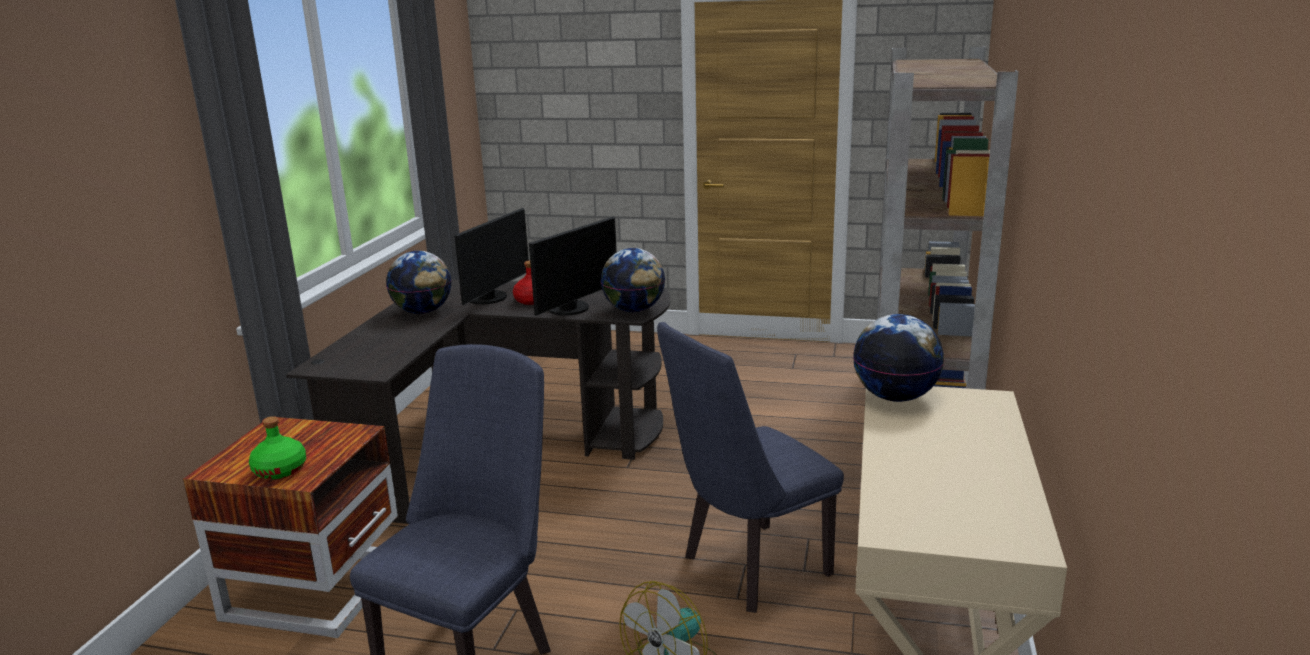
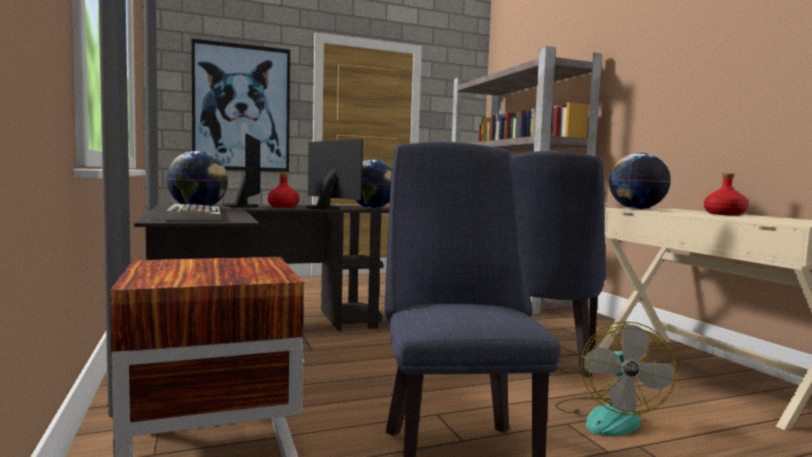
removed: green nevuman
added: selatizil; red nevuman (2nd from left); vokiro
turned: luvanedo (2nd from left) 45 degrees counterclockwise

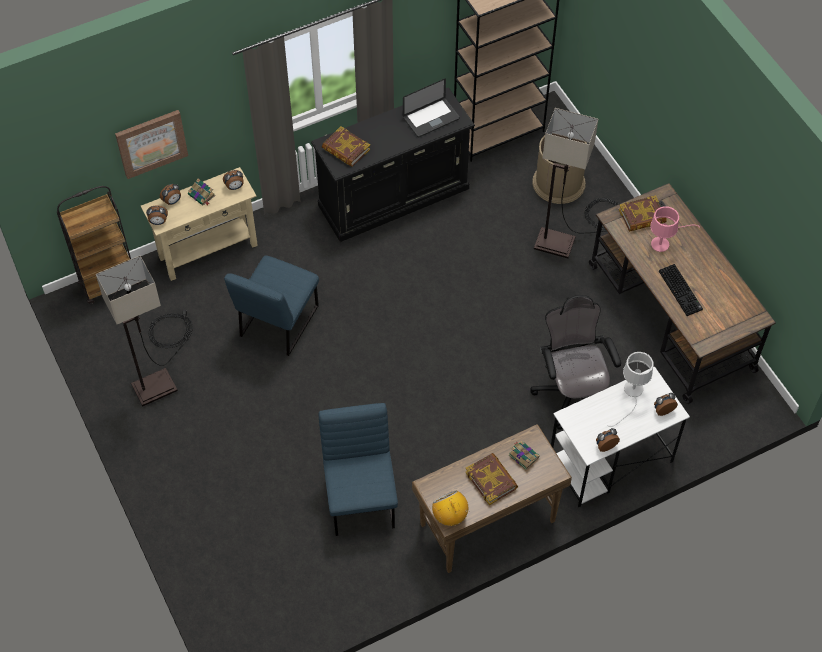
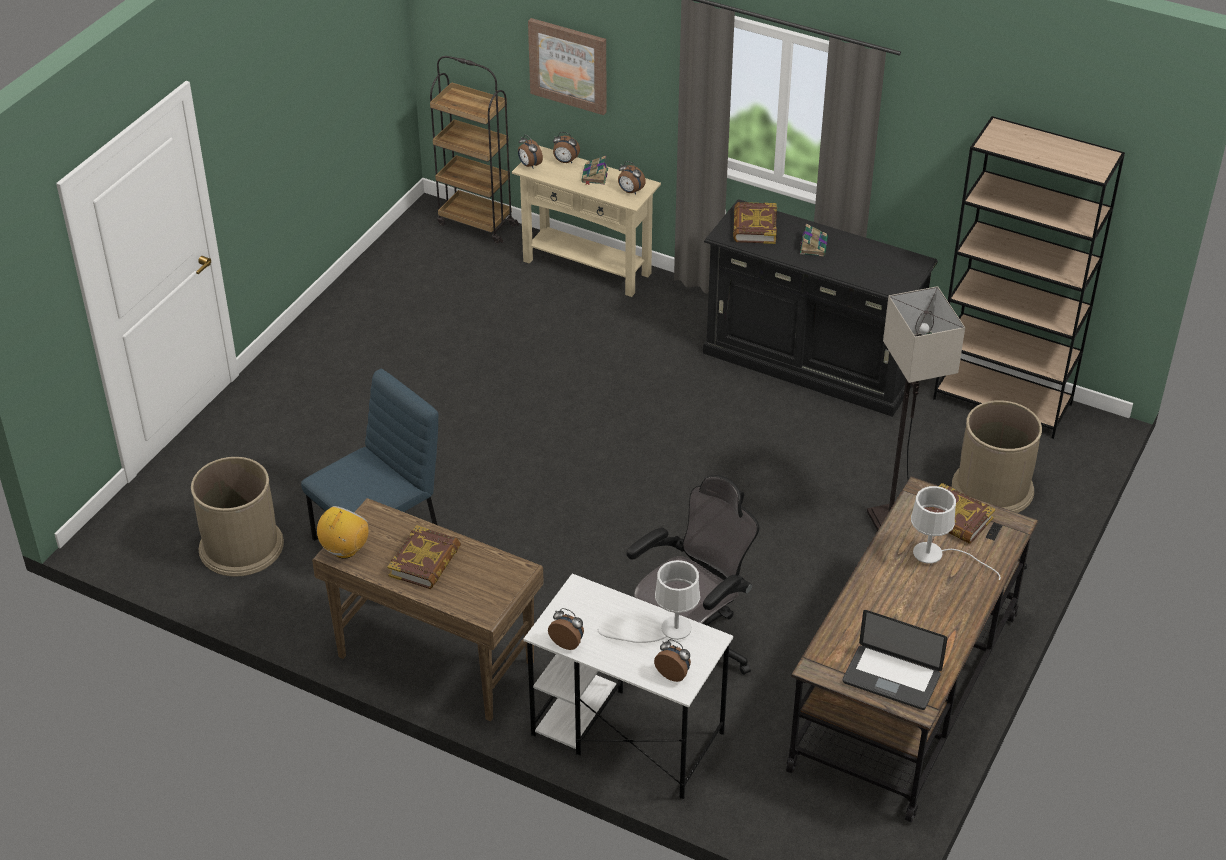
removed: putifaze (1st from left); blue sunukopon (1st from left); vokiro
added: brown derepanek (1st from left)
moved: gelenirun; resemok (4th from left)
recoloured: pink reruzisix to white reruzisix (2nd from left)

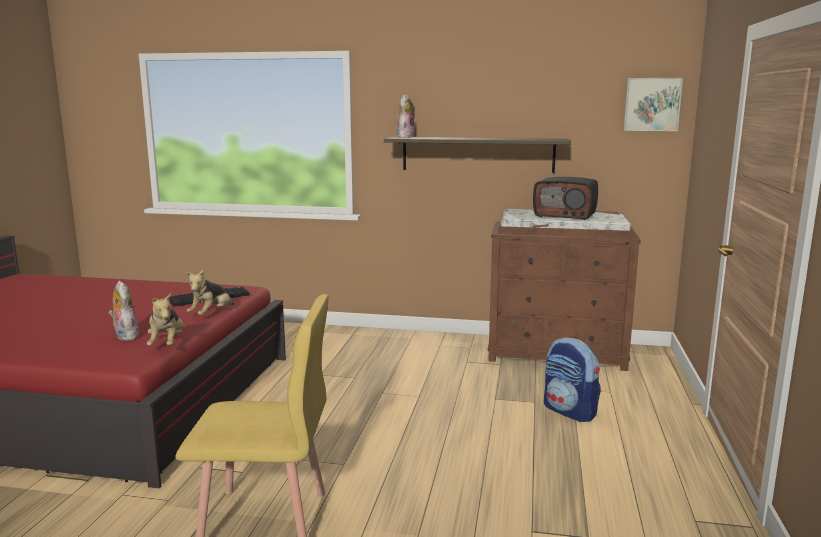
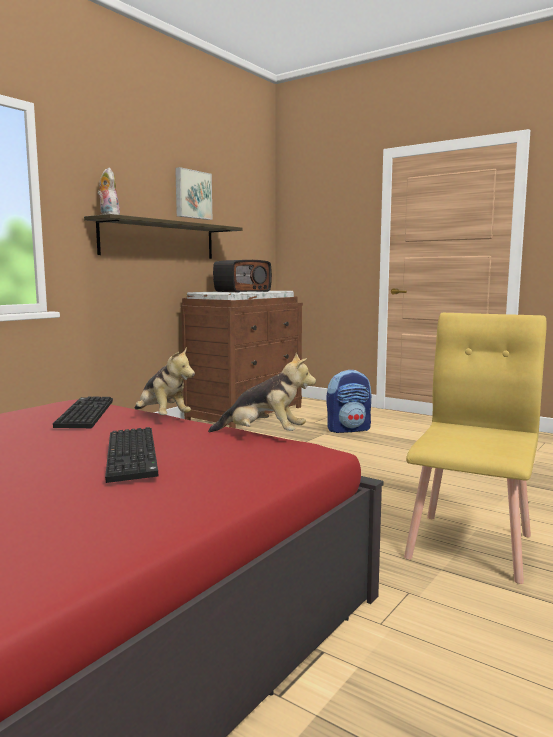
removed: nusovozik (1st from left)
added: vokiro (2nd from left)
moved: selatizil

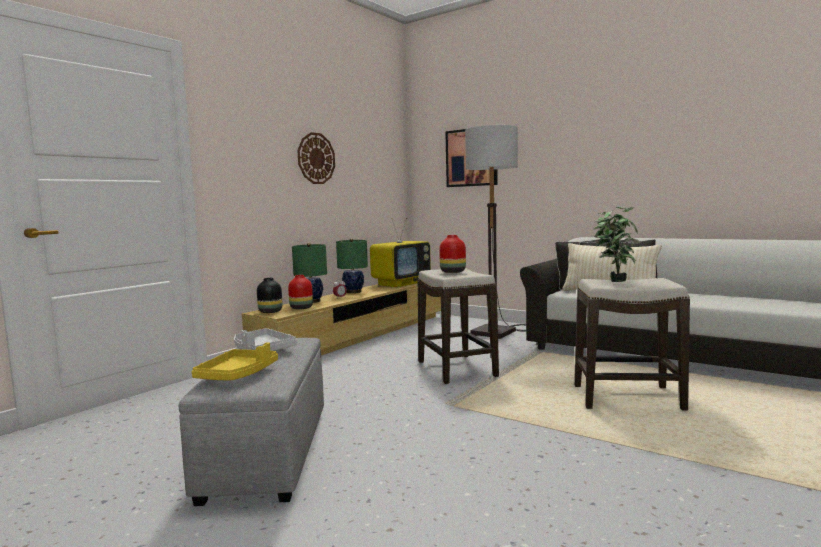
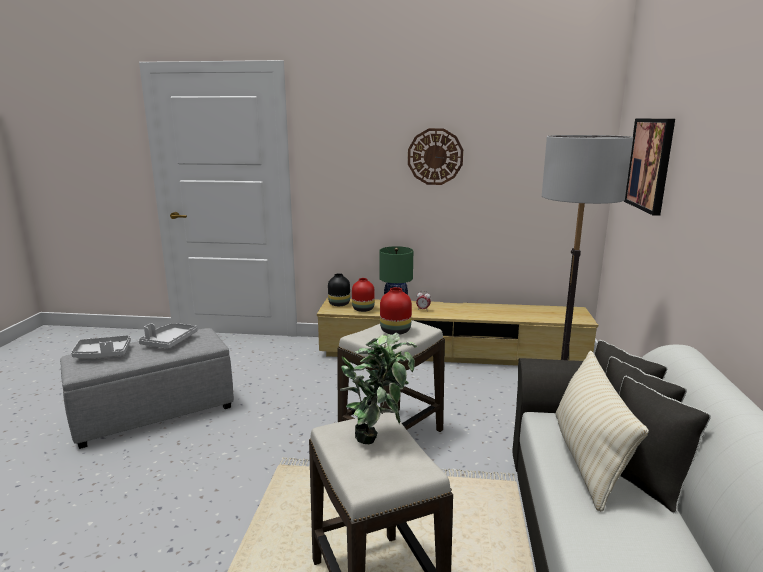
removed: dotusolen; green reruzisix (2nd from left)
recoloured: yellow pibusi to grey pibusi (1st from left)

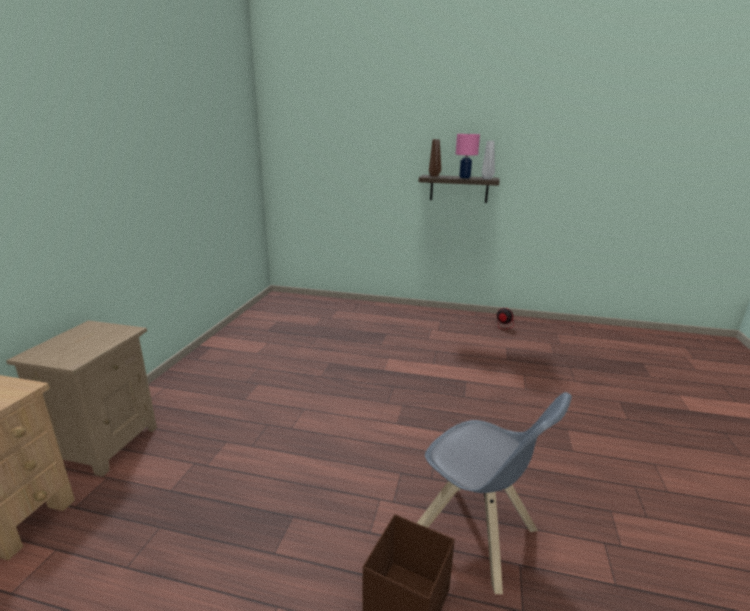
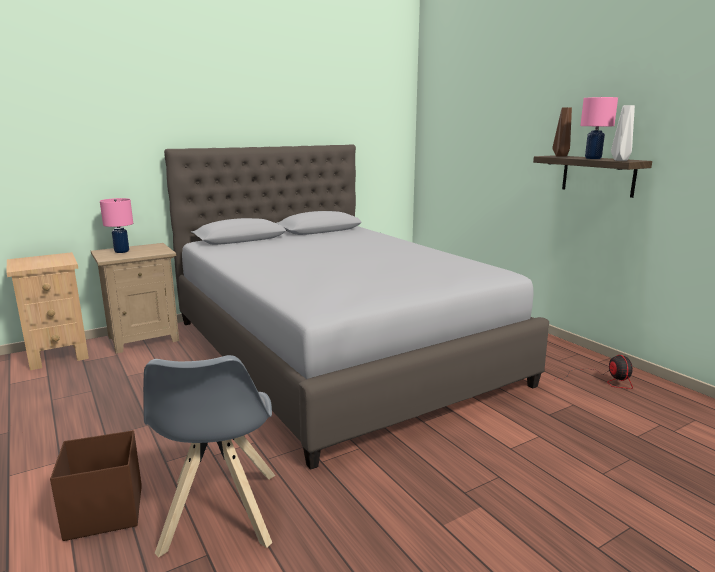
added: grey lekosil; pink reruzisix (1st from left)

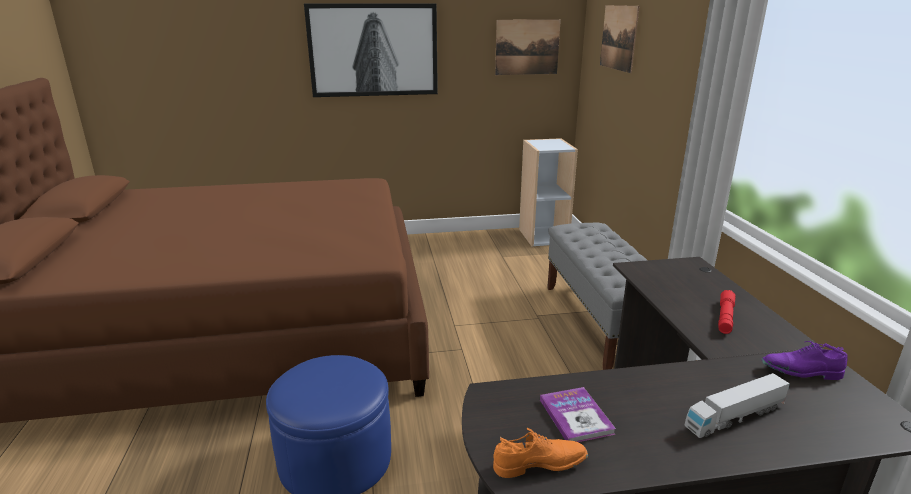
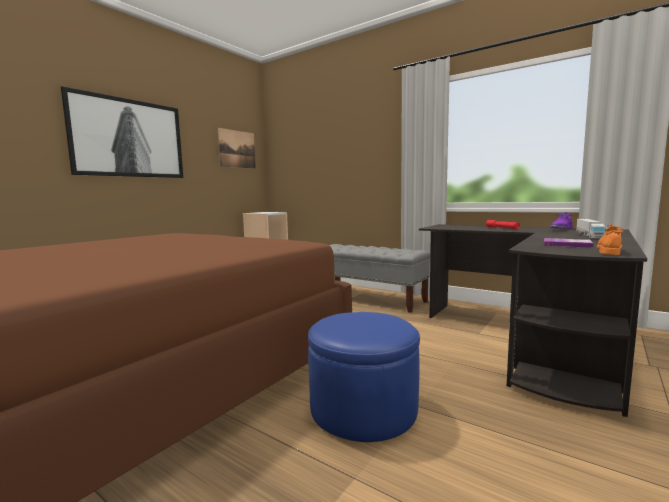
removed: selatizil (3rd from left)

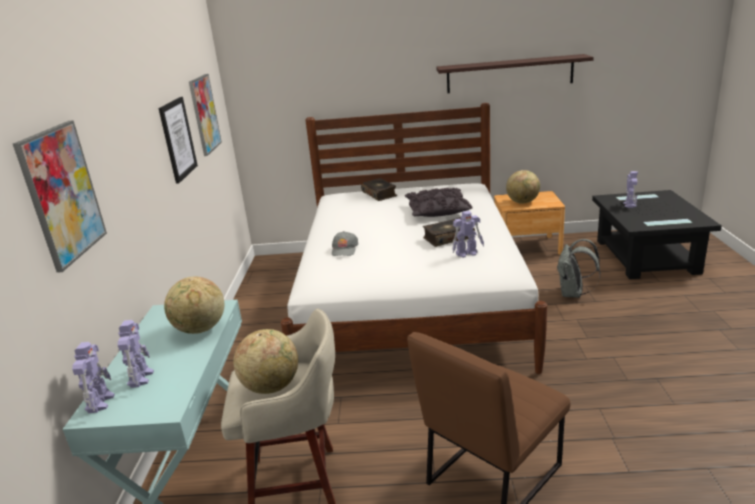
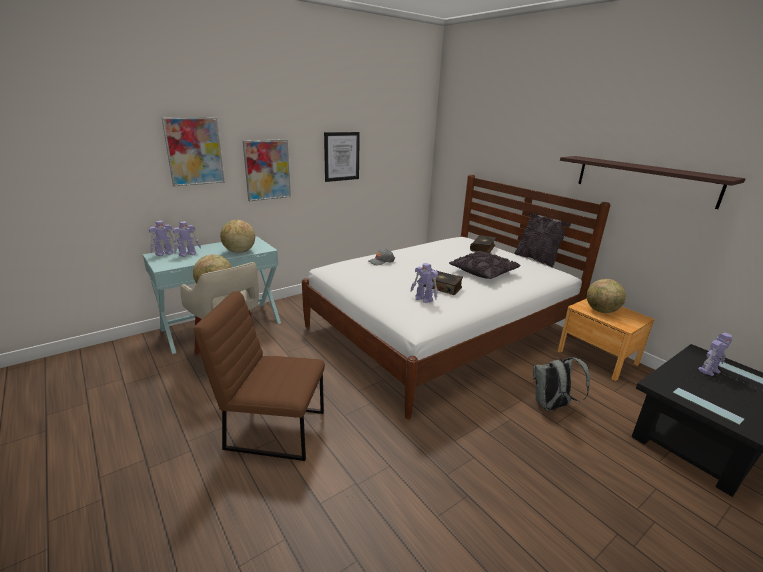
added: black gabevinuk (2nd from left)
moved: selatizil (3rd from left in the first image) to selatizil (2nd from left)

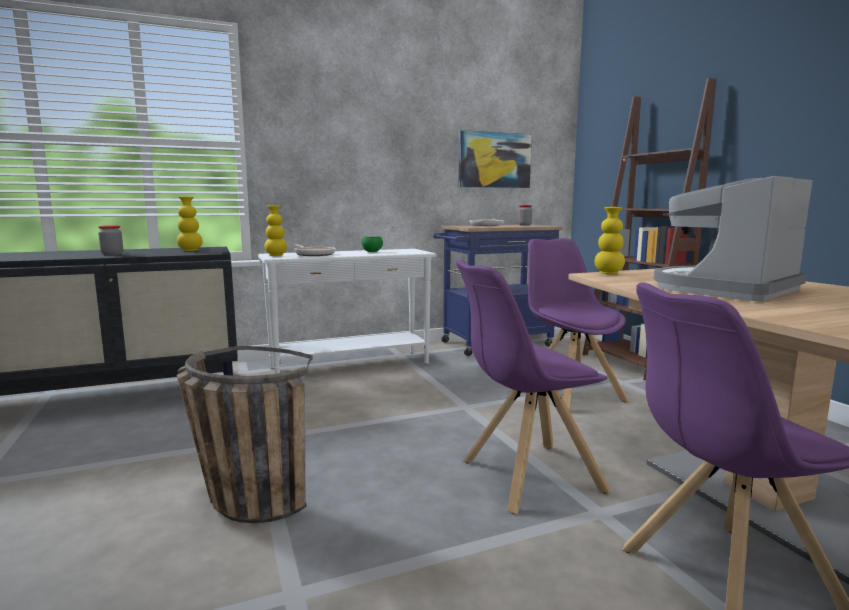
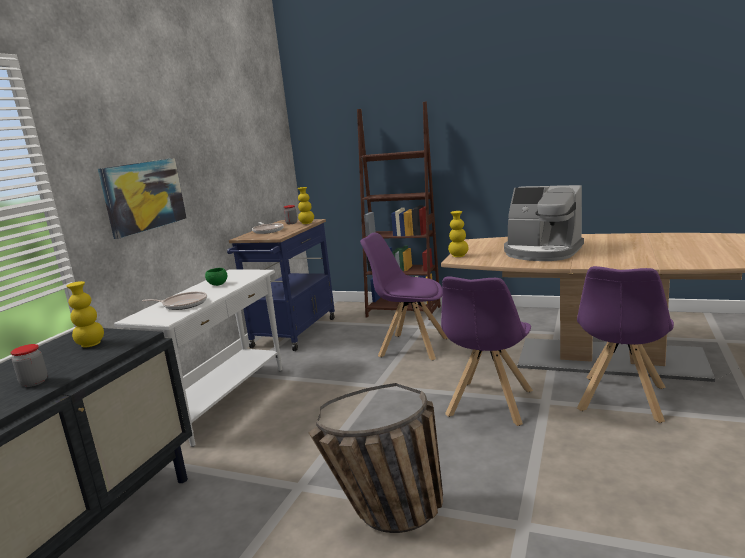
moved: selatizil; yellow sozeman (2nd from left)
turned: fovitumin 60 degrees counterclockwise

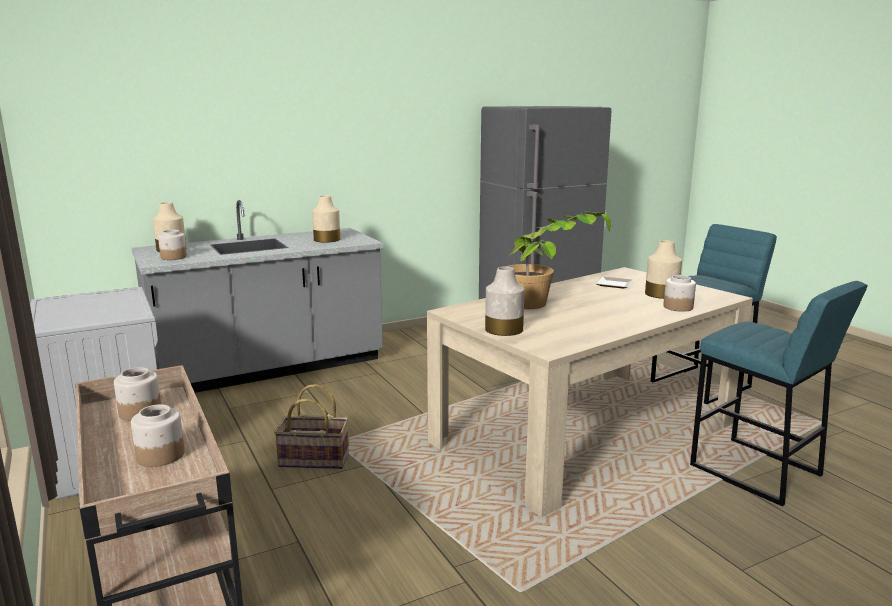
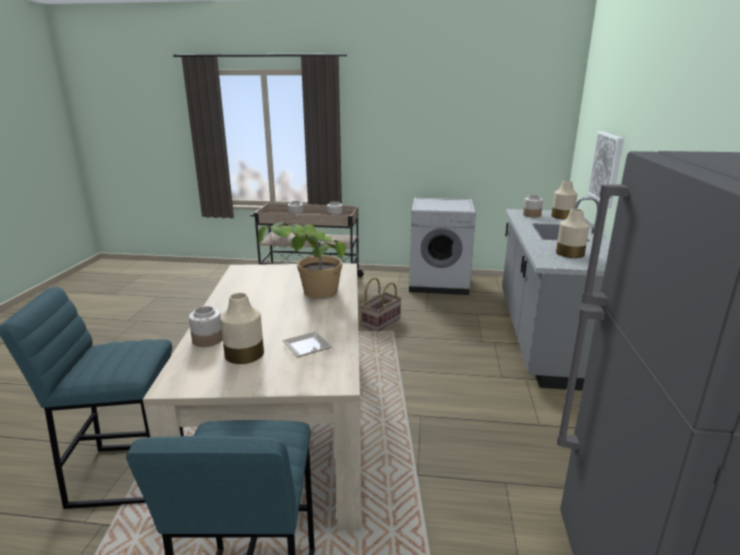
removed: beige sozeman (3rd from left)
added: selatizil

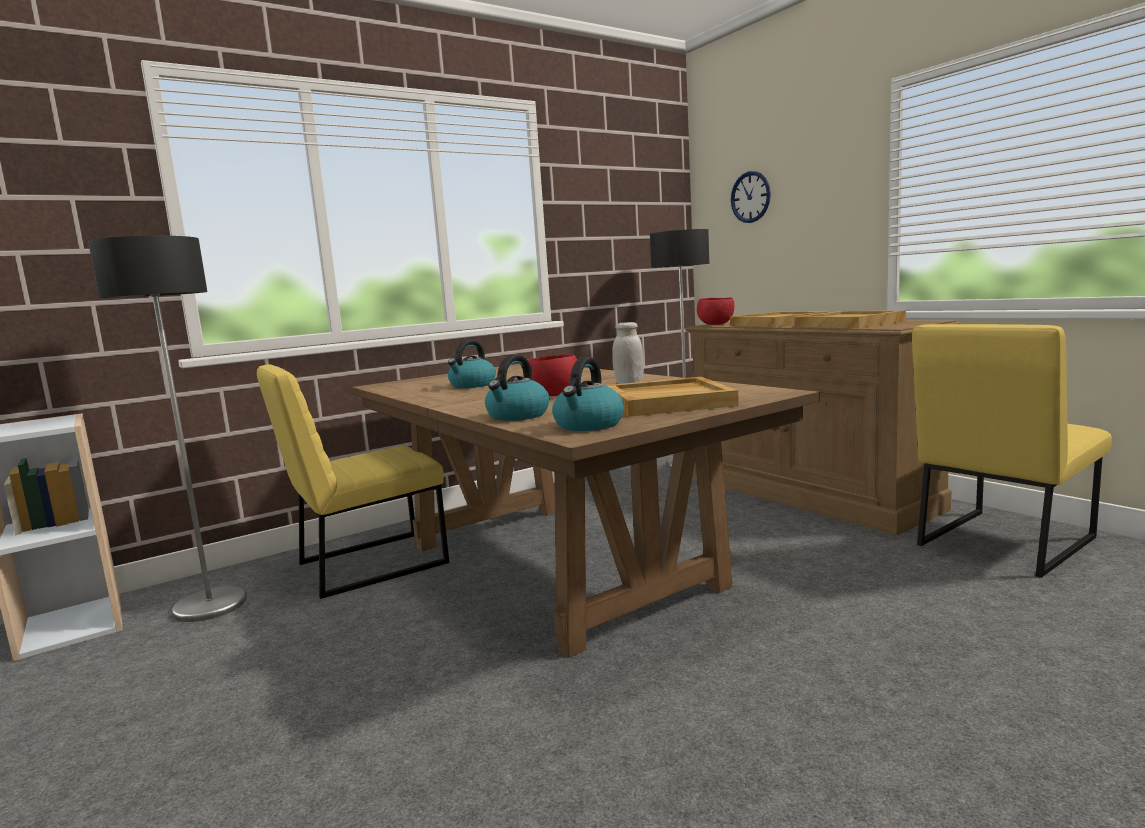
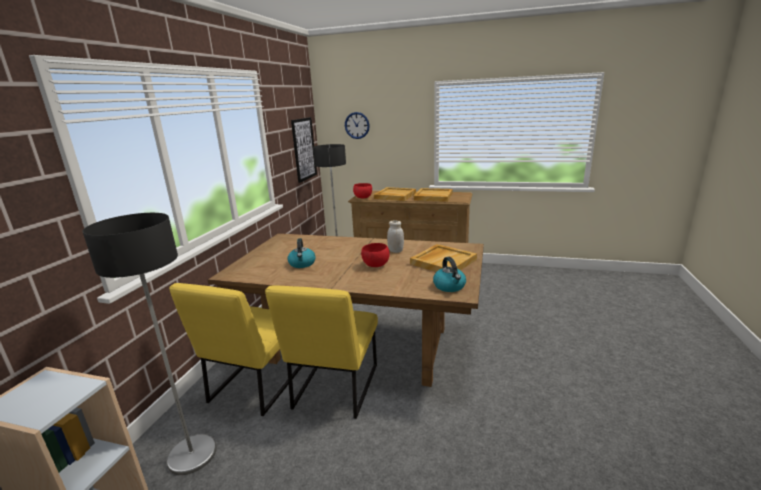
removed: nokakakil (2nd from left)
added: selatizil
moved: yellow sunukopon (2nd from left)

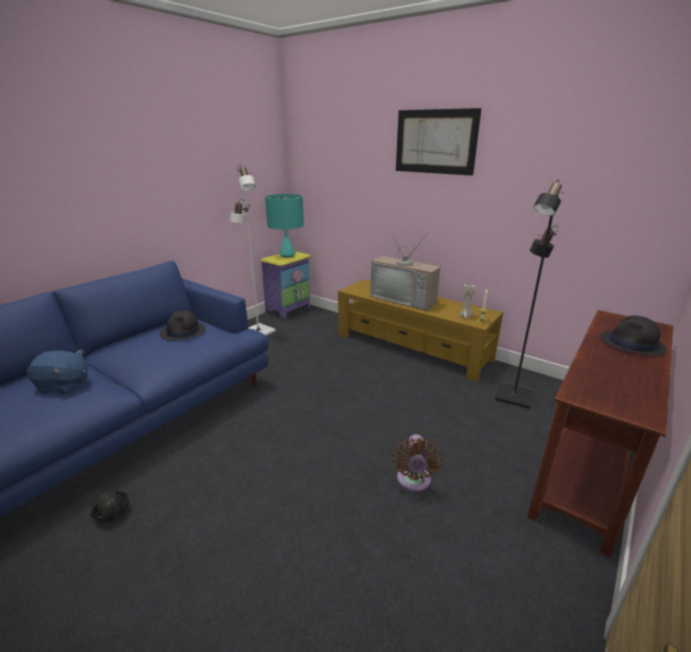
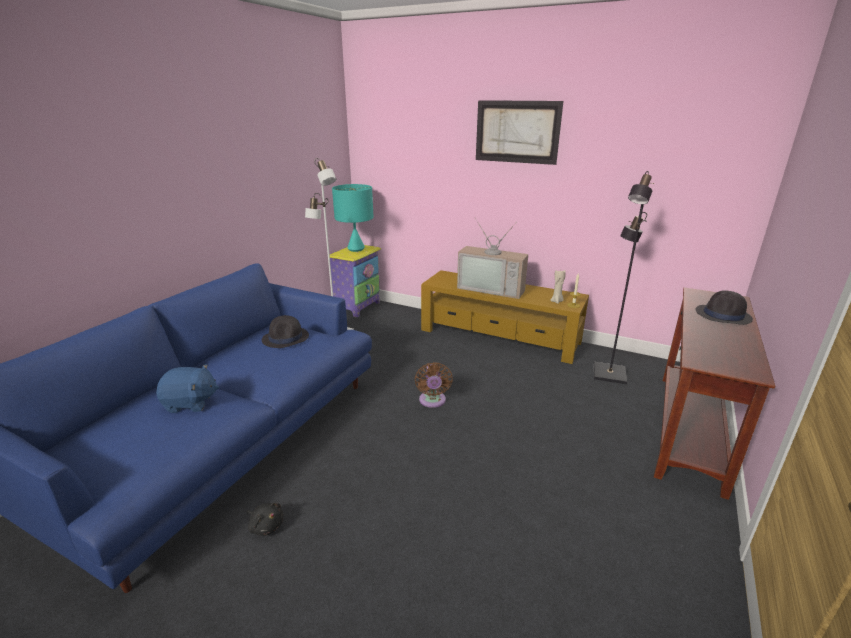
moved: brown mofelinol

